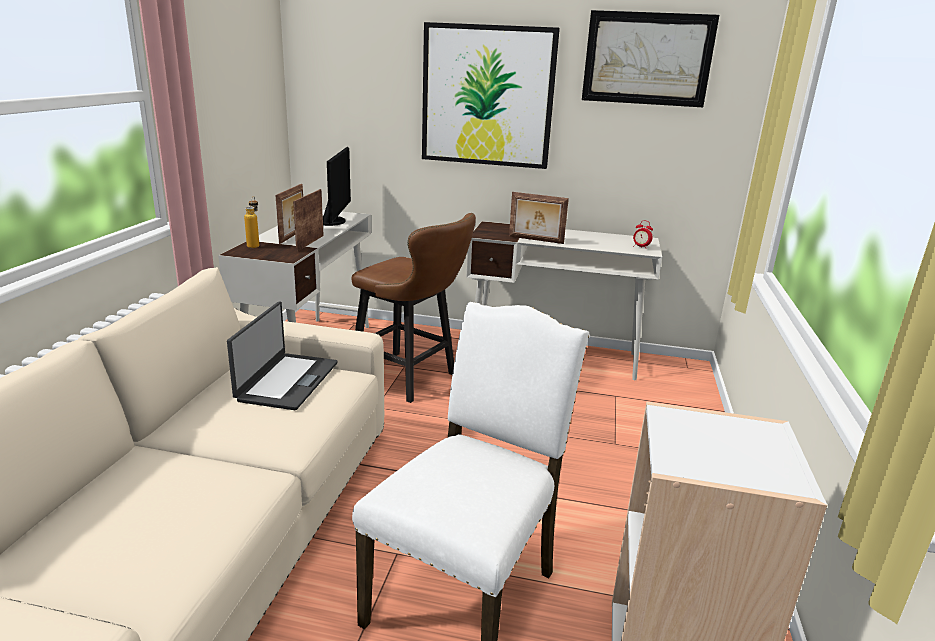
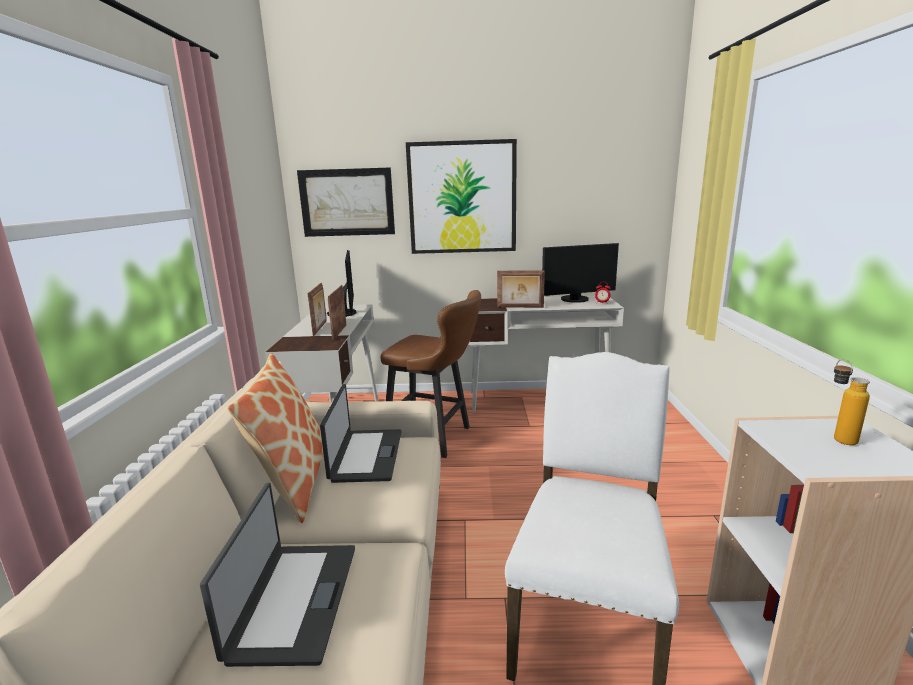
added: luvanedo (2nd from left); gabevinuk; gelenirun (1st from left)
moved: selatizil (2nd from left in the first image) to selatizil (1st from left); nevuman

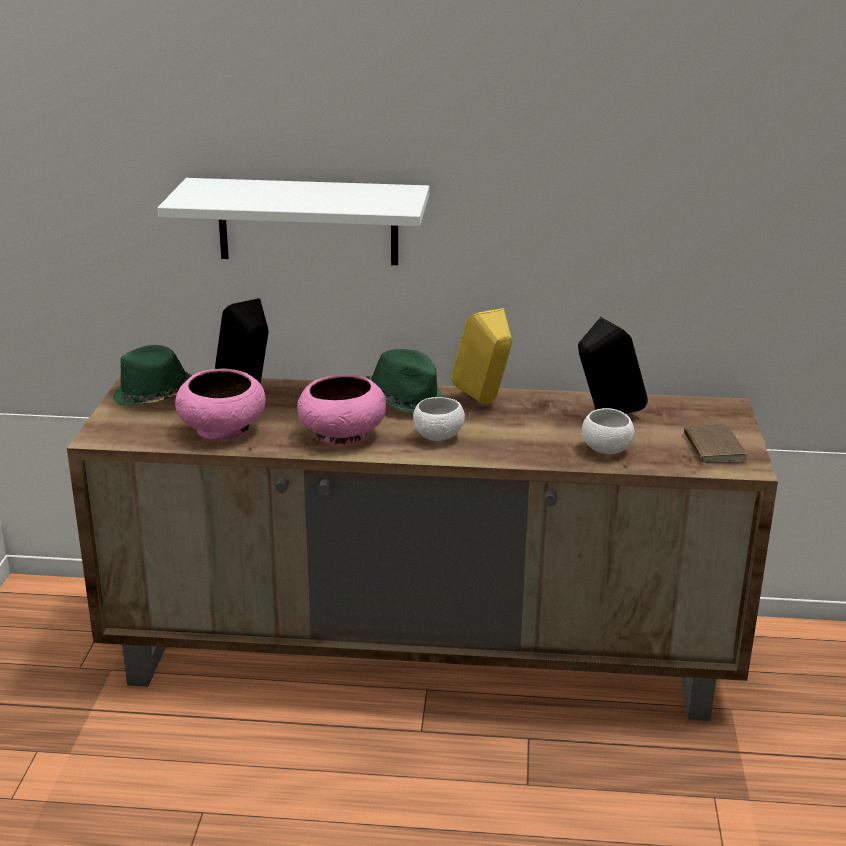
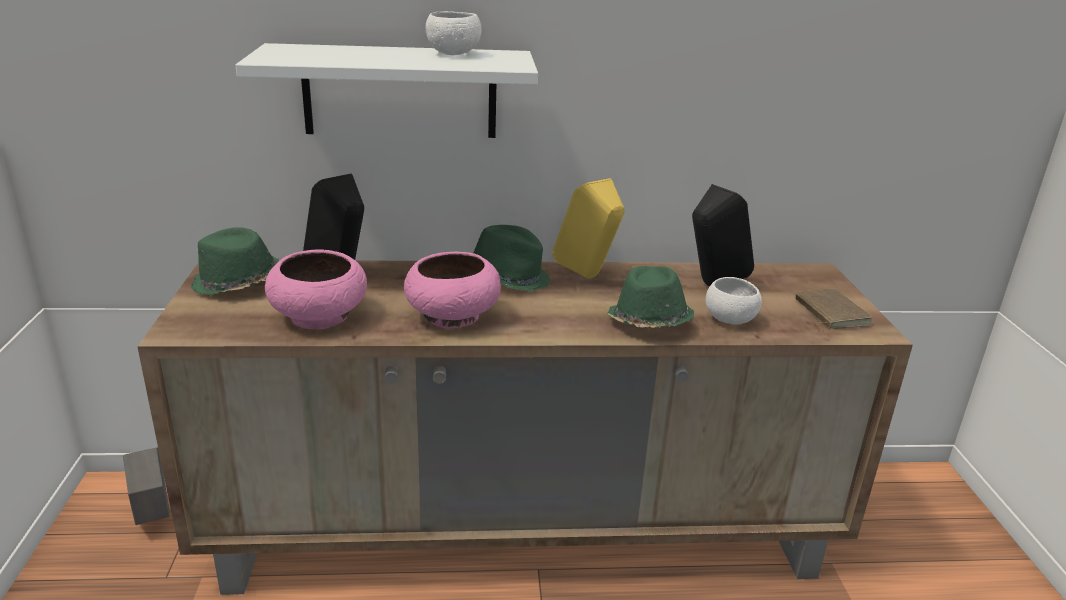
added: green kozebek (3rd from left); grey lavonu
moved: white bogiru (1st from left)

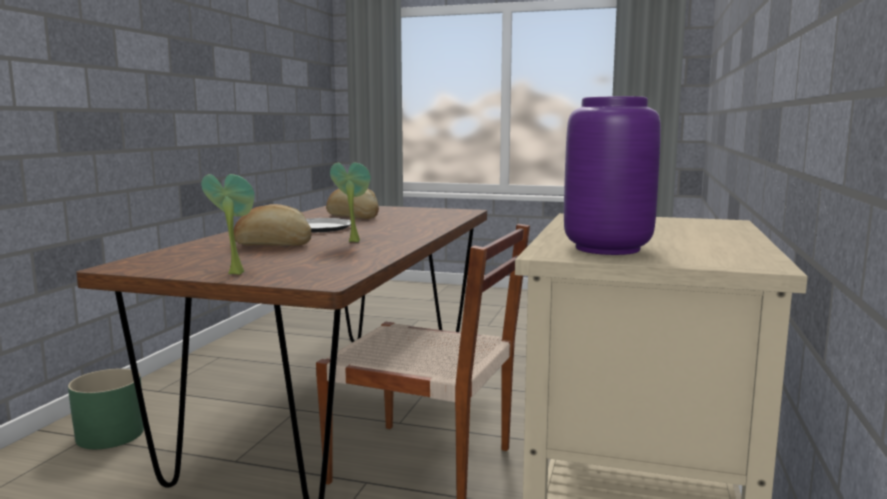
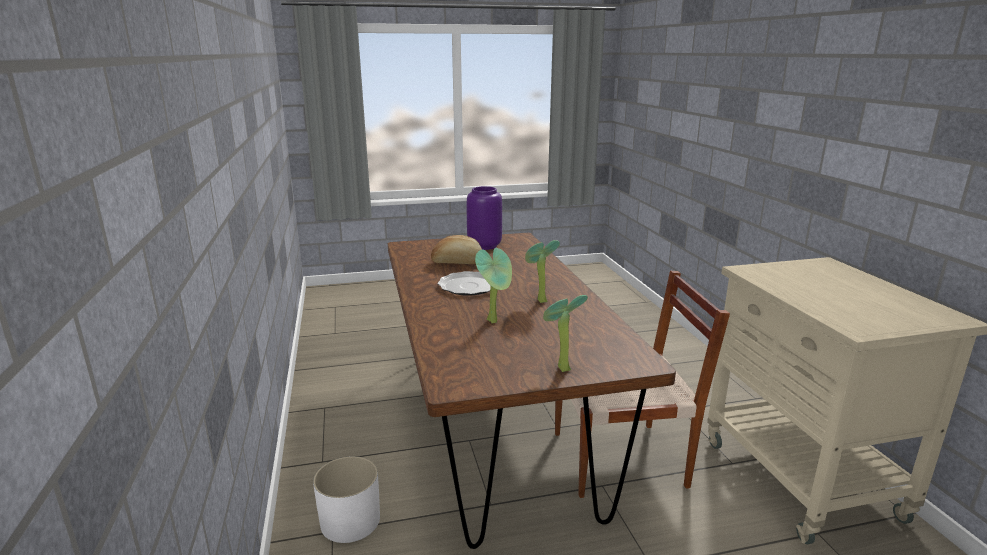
moved: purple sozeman
replaced: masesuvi (1st from left) to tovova (1st from left)
recoloured: green lavonu to white lavonu

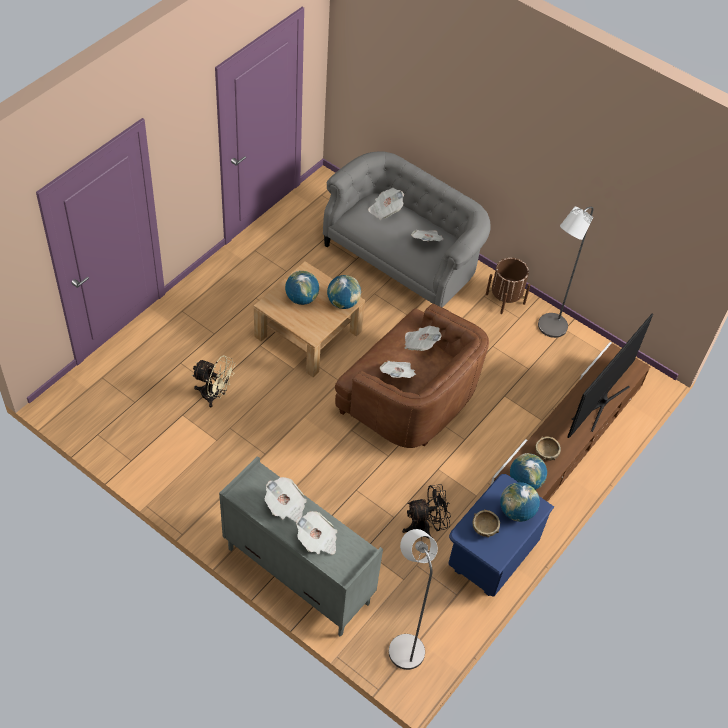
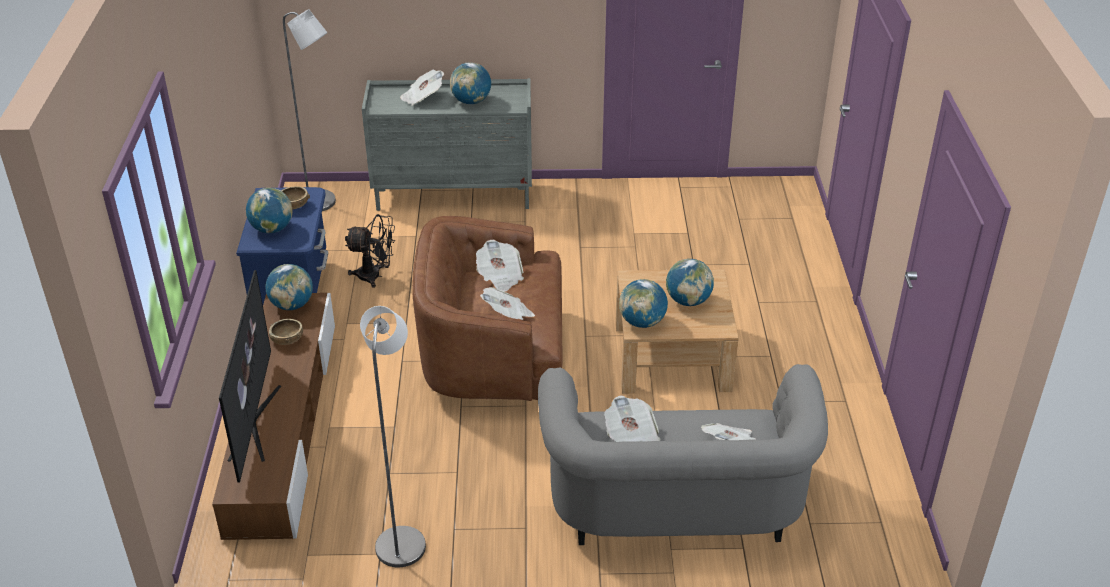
removed: brown lavonu; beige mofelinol
replaced: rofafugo (1st from left) to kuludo (3rd from left)
turned: black mofelinol 120 degrees counterclockwise

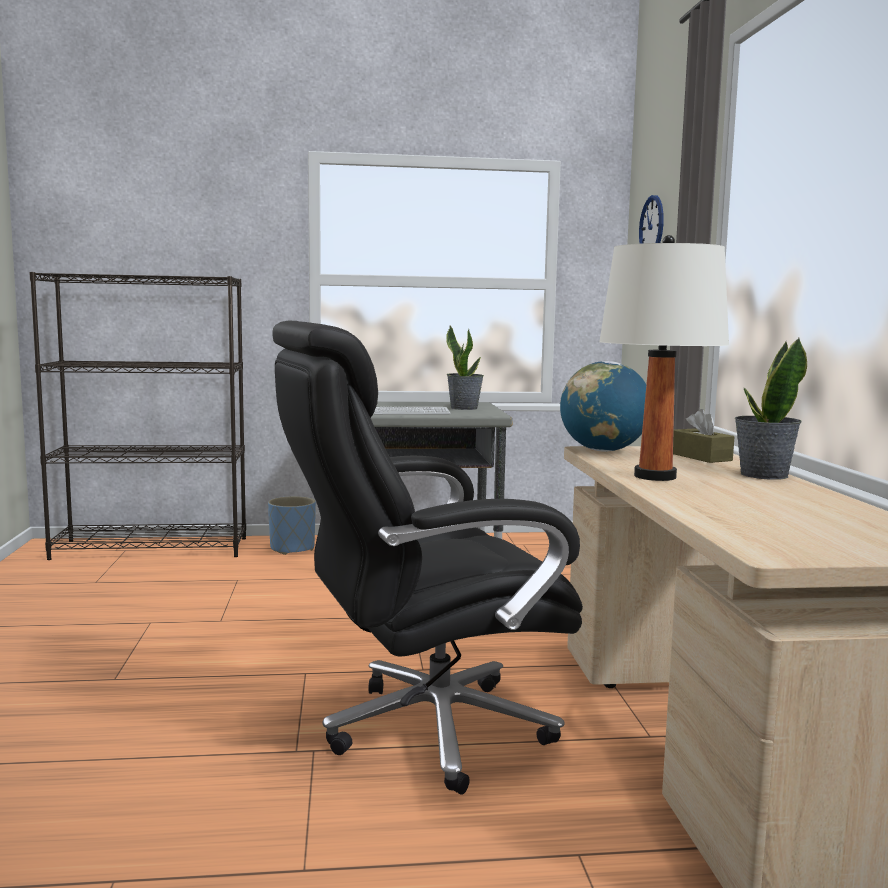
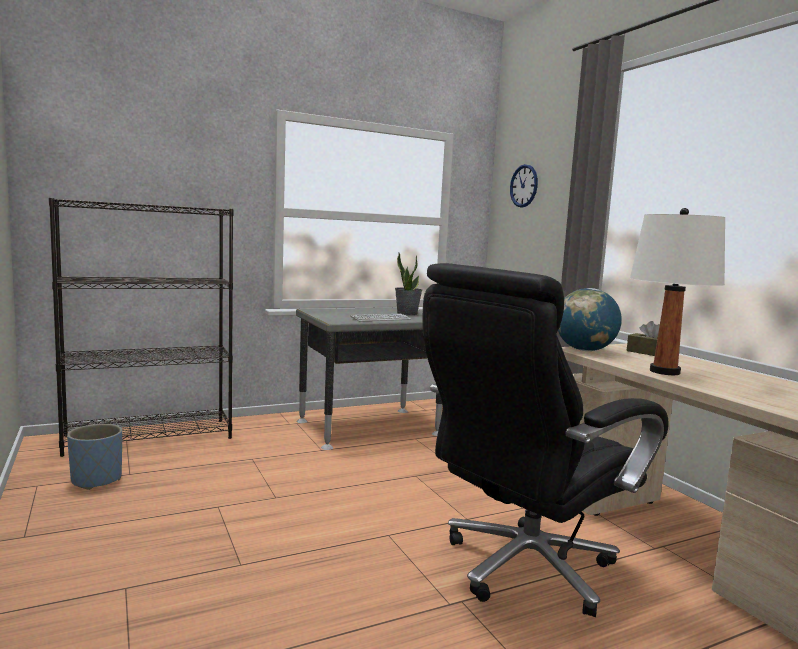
removed: tovova (2nd from left)
moved: blue lavonu

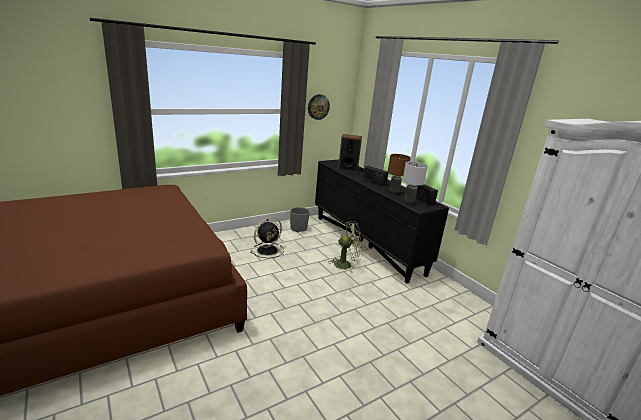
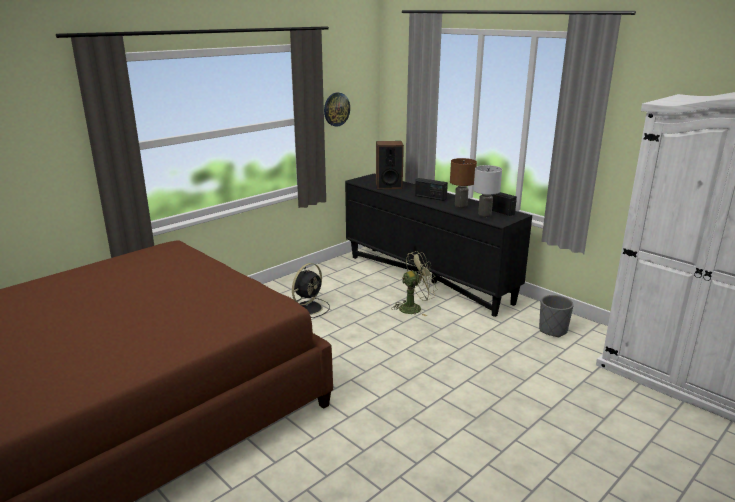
moved: grey lavonu

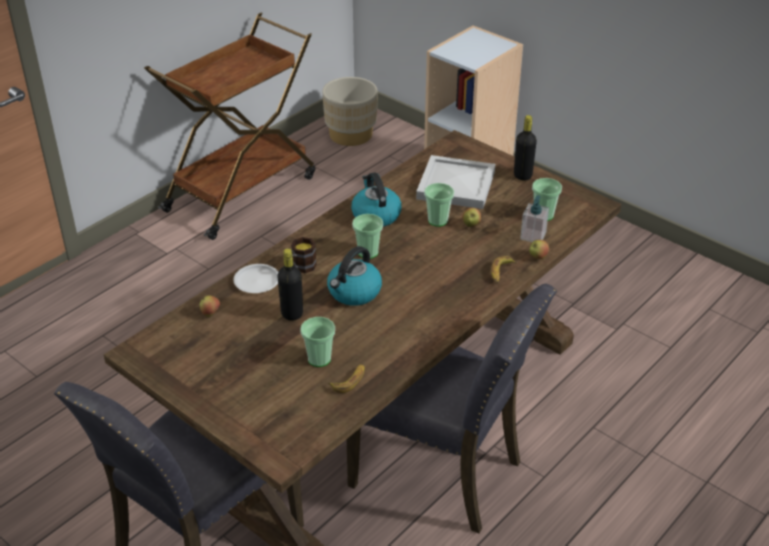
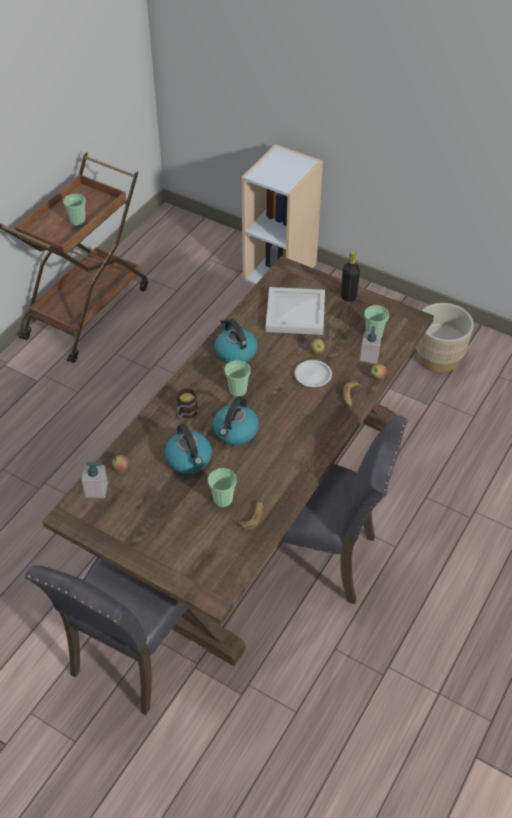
added: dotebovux (1st from left)
moved: beige lavonu; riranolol (3rd from left in the first image) to riranolol (1st from left); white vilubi
replaced: black nevuman (1st from left) to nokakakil (1st from left)

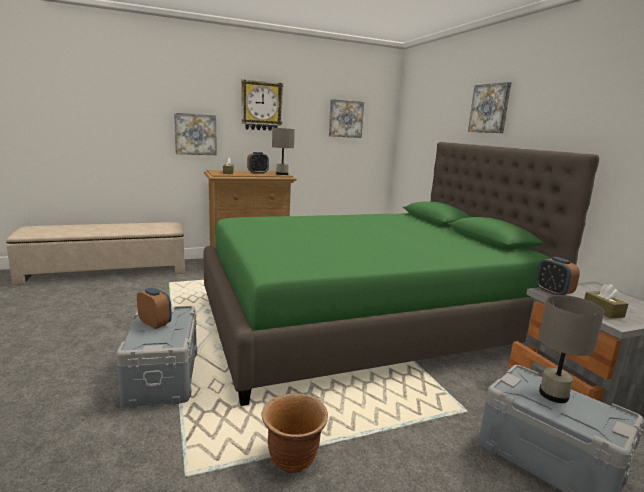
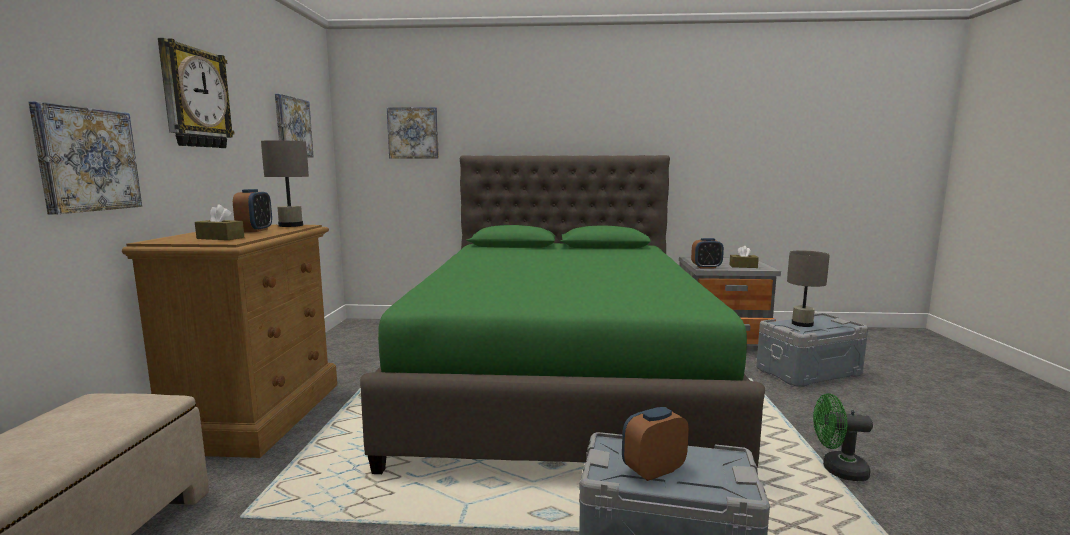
moved: selatizil (3rd from left)
replaced: brown lavonu to green mofelinol

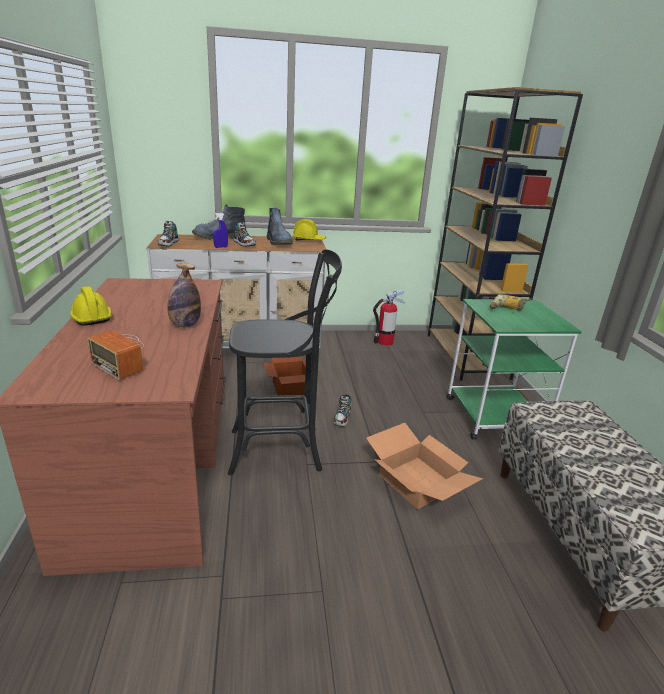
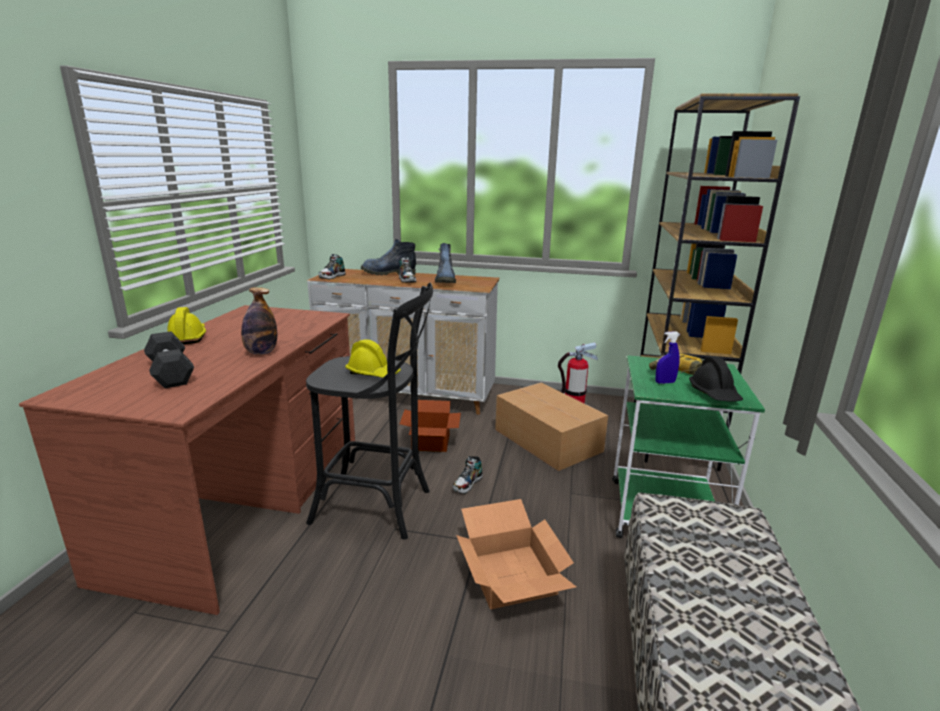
added: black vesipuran; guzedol (3rd from left)
moved: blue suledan; yellow vesipuran (2nd from left)
replaced: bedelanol to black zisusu

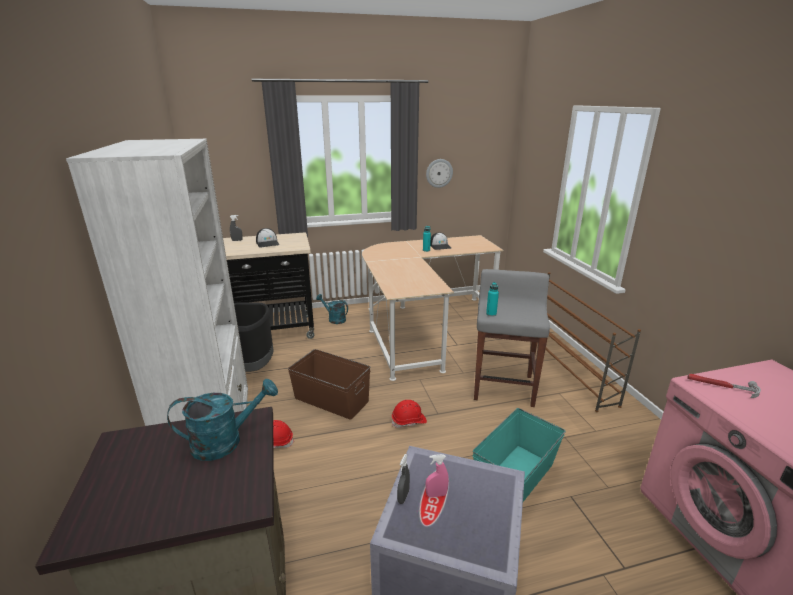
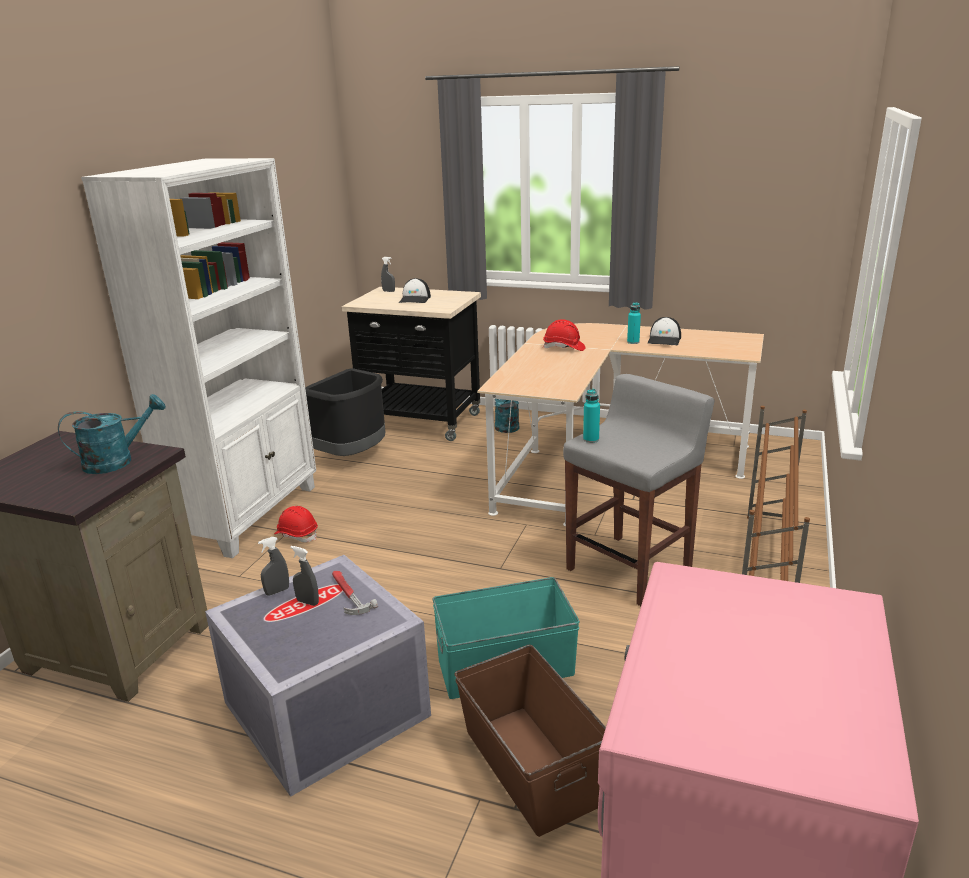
removed: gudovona
moved: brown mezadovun; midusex; red vesipuran (2nd from left)
recoloured: pink suledan to grey suledan (2nd from left)
turned: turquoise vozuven (1st from left) 45 degrees counterclockwise

